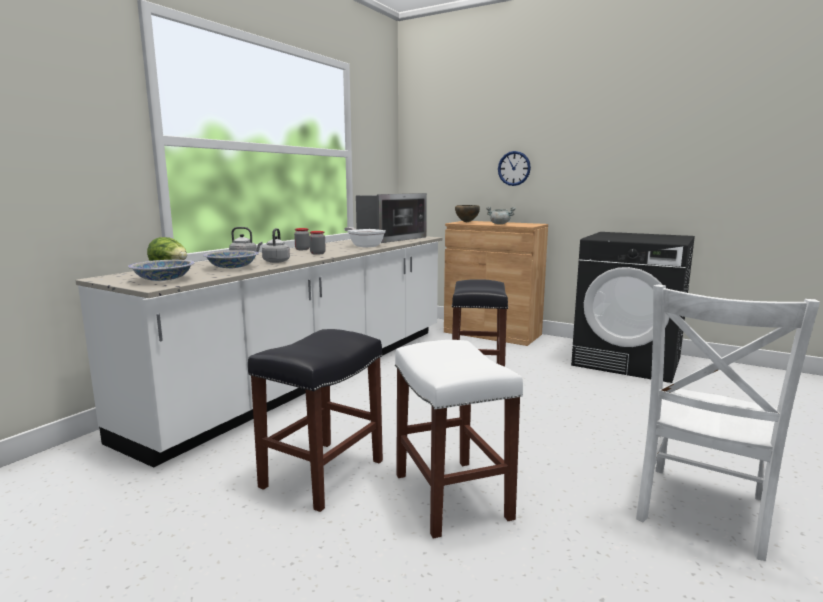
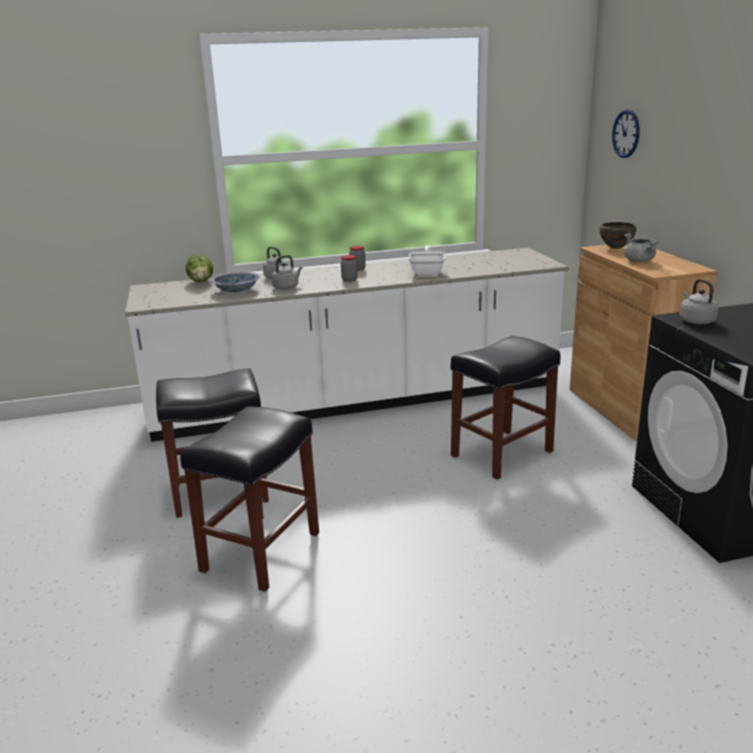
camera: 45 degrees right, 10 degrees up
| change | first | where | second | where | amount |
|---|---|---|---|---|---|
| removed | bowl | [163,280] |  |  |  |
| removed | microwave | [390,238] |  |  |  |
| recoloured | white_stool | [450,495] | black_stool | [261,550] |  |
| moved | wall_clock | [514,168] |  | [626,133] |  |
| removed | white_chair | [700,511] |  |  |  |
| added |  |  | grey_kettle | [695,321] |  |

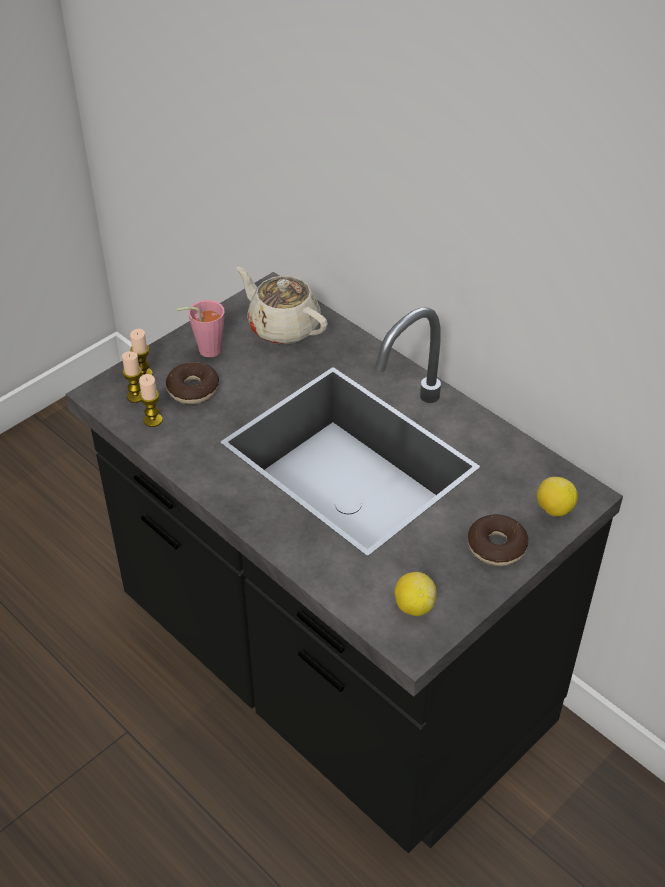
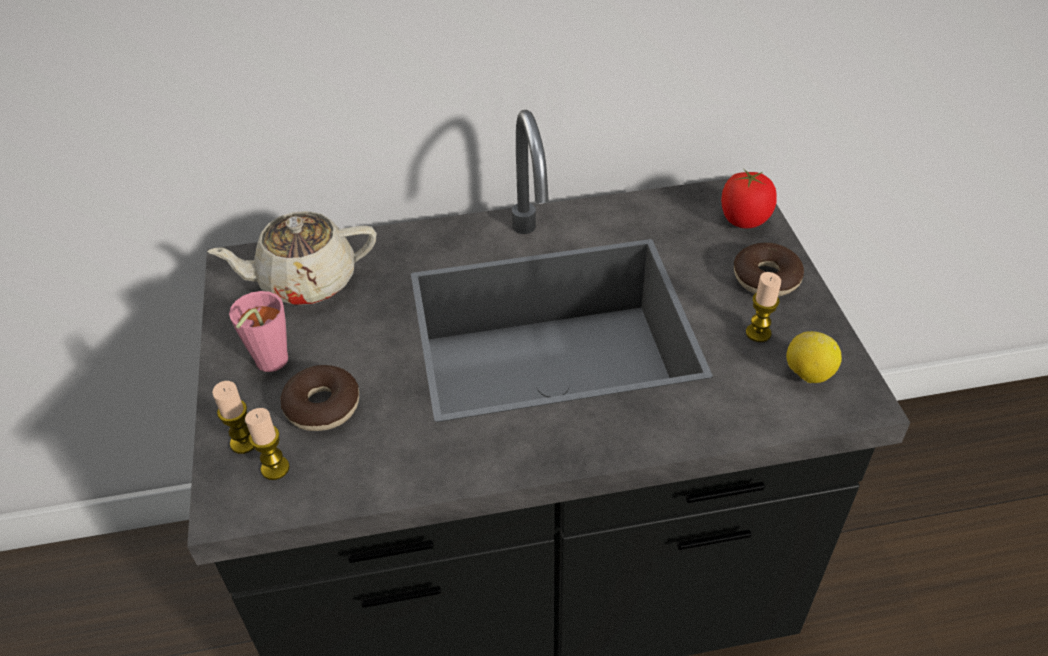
camera: 55 degrees left, 0 degrees up
| change | first | where | second | where | amount |
|---|---|---|---|---|---|
| moved | candle | [153,420] |  | [758,333] |  |
| replaced | lemon | [553,509] | tomato | [744,220] |  |

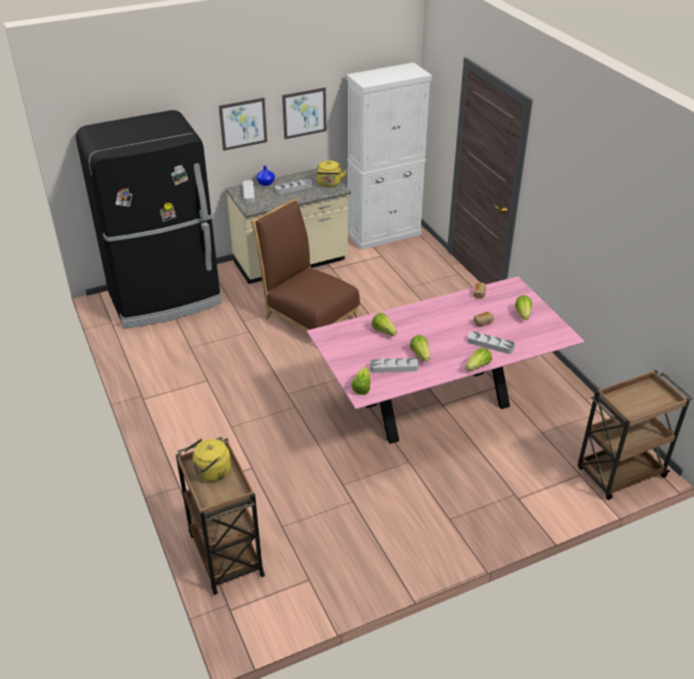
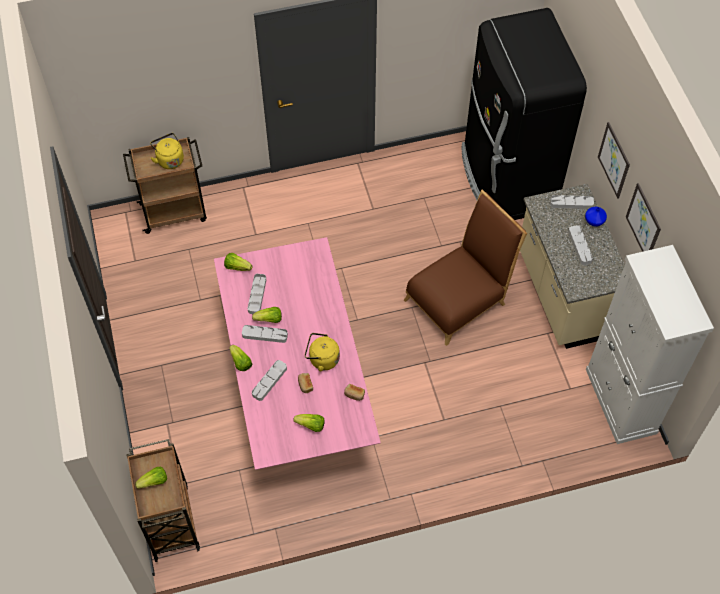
camera: 100 degrees right, 20 degrees up
| change | first | where | second | where | amount |
|---|---|---|---|---|---|
| moved | yellow_kettle | [329,184] |  | [322,359] |  |
| moved | lettuce | [384,331] |  | [154,482] |  |
| added |  |  | grey_tray | [265,335] |  |

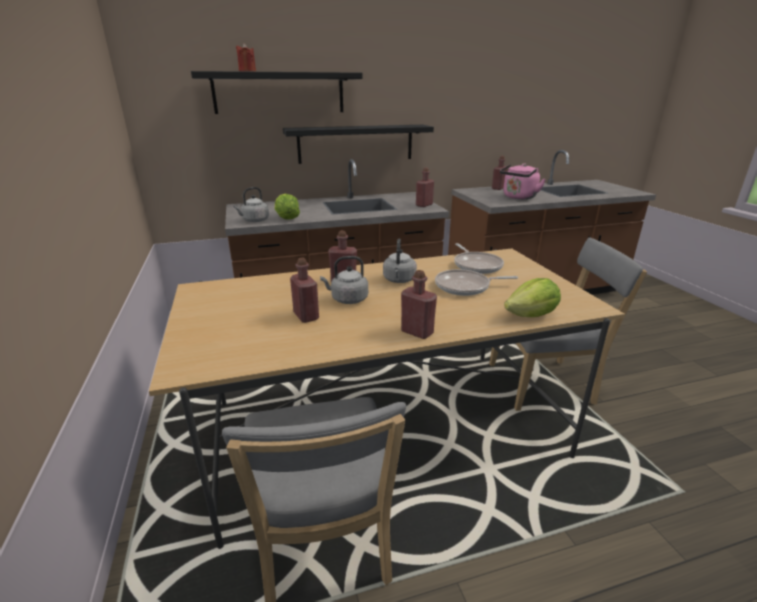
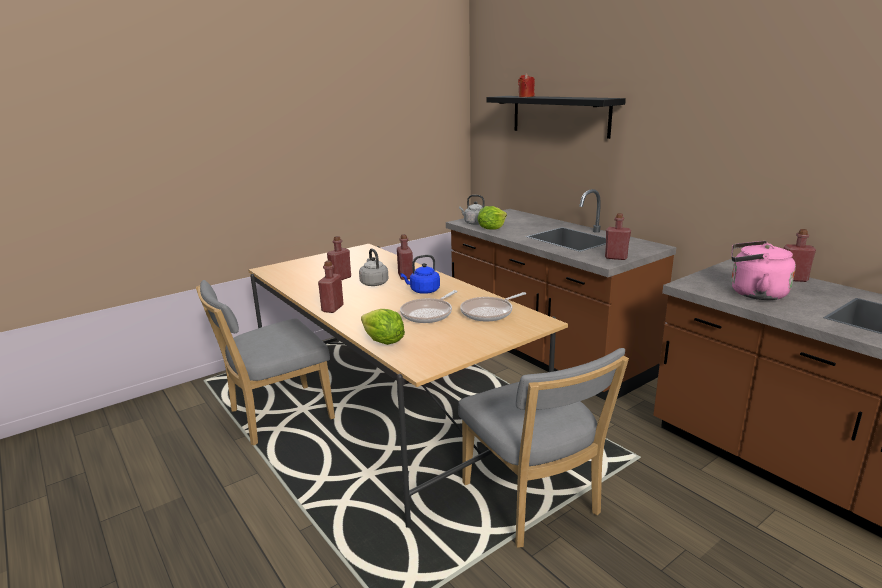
camera: 70 degrees right, 5 degrees down
| change | first | where | second | where | amount |
|---|---|---|---|---|---|
| removed | black_shelf | [356,143] |  |  |  |
| recoloured | grey_kettle | [399,280] | blue_kettle | [423,291] |  |
| turned | frying_pan | [465,287] |  | [428,313] | 120 degrees counterclockwise |

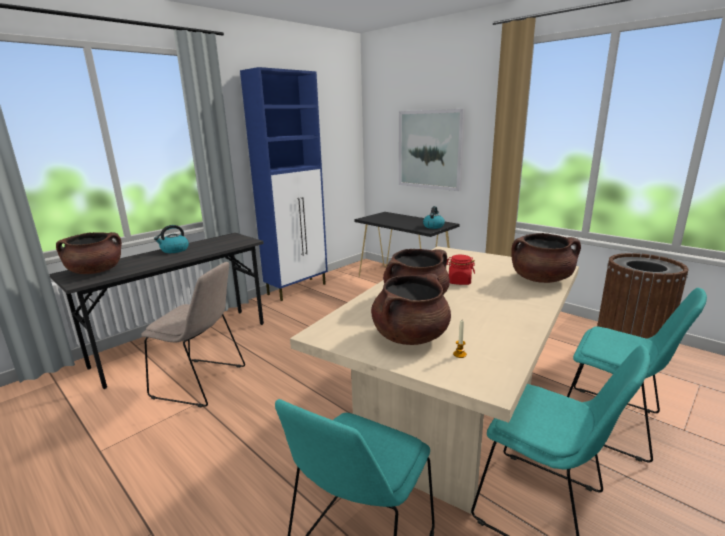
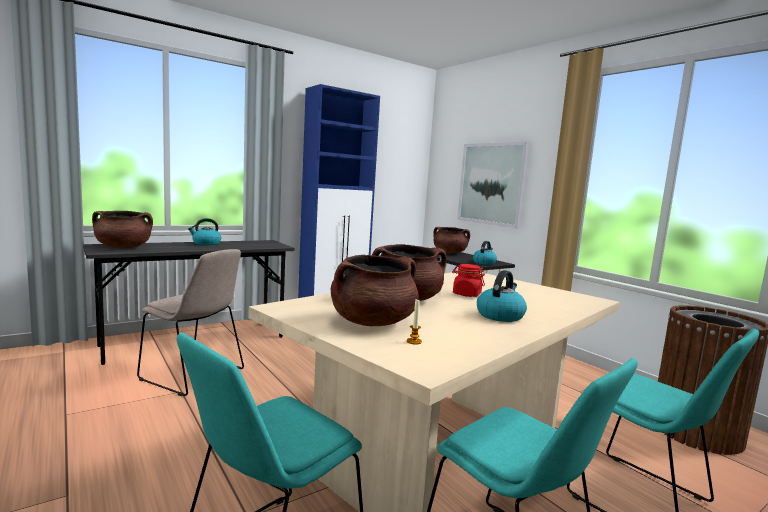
camera: 10 degrees right, 10 degrees down
| change | first | where | second | where | amount |
|---|---|---|---|---|---|
| moved | brown_cooking_pot | [541,279] |  | [449,252] |  |
| added |  |  | kettle | [500,315] |  |

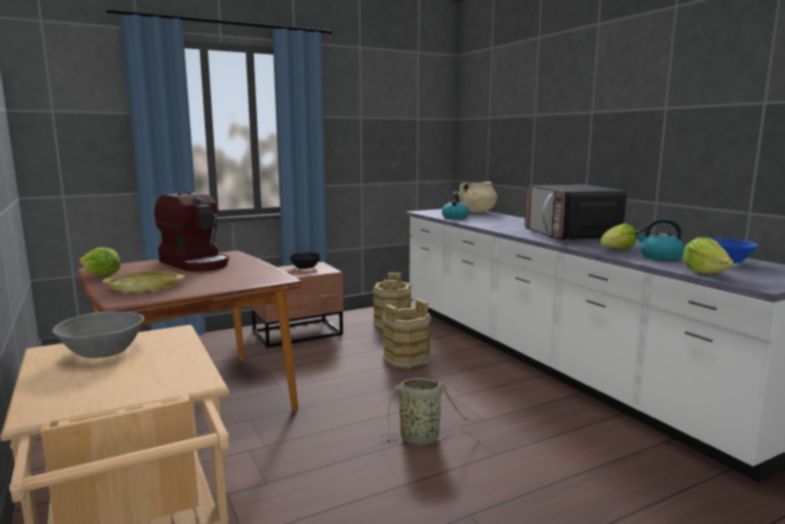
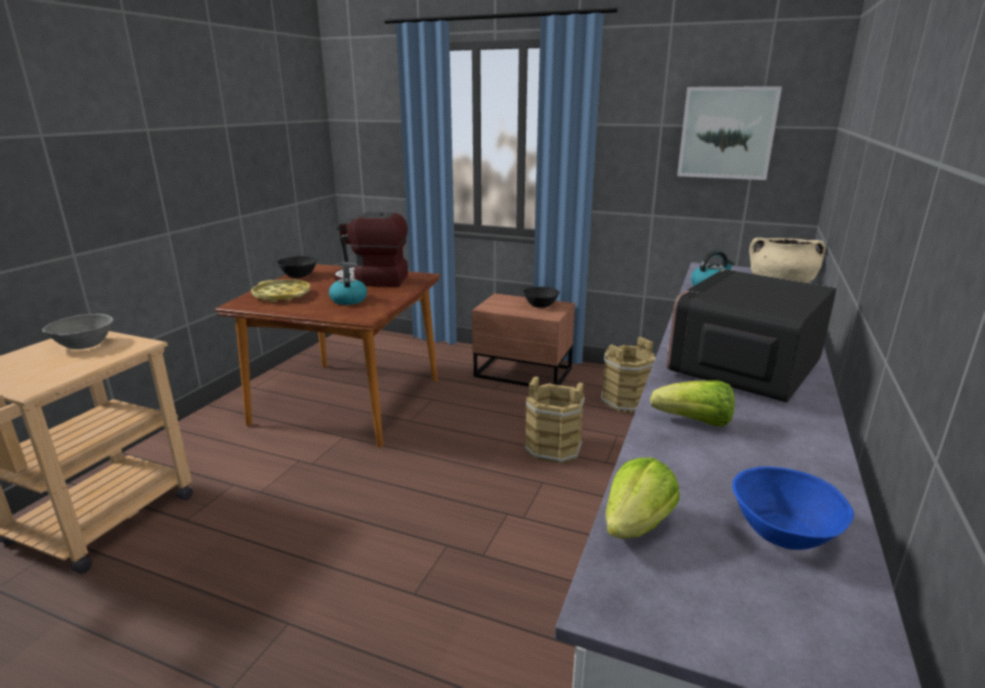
camera: 50 degrees right, 10 degrees up
| change | first | where | second | where | amount |
|---|---|---|---|---|---|
| replaced | lettuce | [101,276] | black_bowl | [298,275] |  |
| turned | coffee_machine | [196,263] |  | [372,280] | 90 degrees clockwise |
| removed | basket | [422,438] |  |  |  |
| moved | kettle | [659,257] |  | [348,300] |  |
| added |  |  | picture | [727,133] |  |

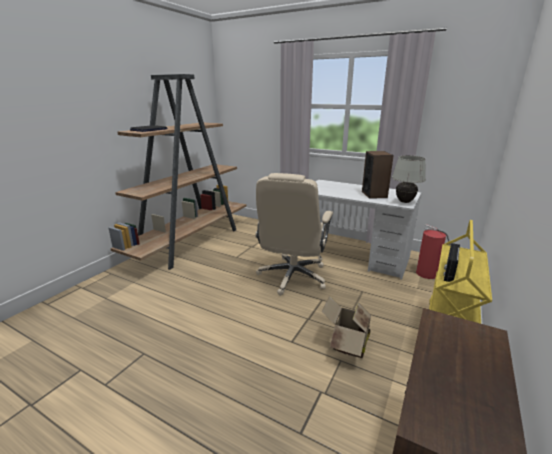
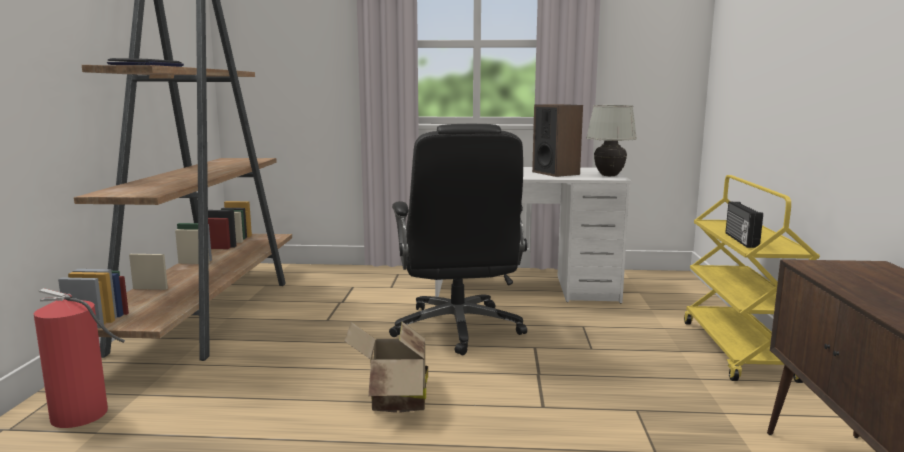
camera: 25 degrees left, 10 degrees down
| change | first | where | second | where | amount |
|---|---|---|---|---|---|
| recoloured | beige_office_chair | [292,277] | black_office_chair | [458,329] |  |
| moved | cardboard_box | [346,345] |  | [393,401] |  |
| moved | fire_extinguisher | [427,274] |  | [81,415] |  |

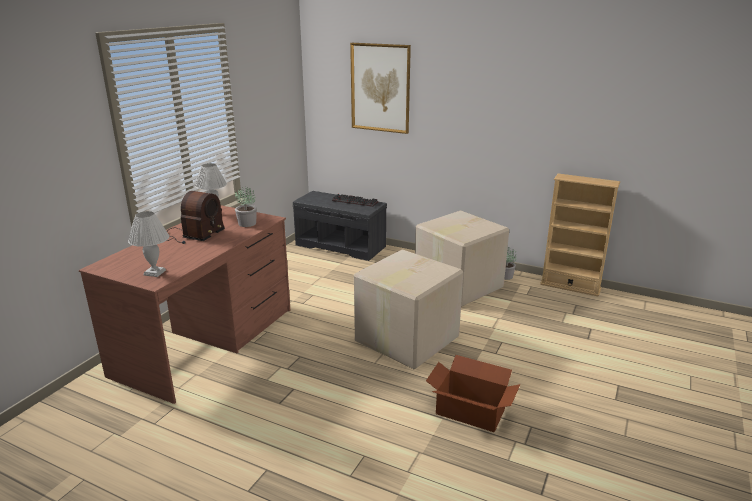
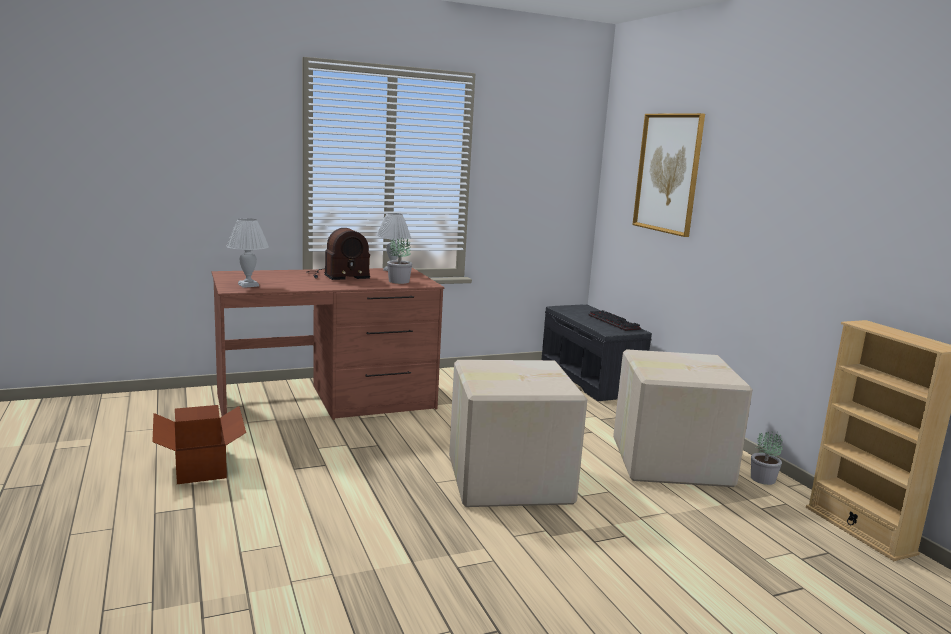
camera: 40 degrees right, 10 degrees down
| change | first | where | second | where | amount |
|---|---|---|---|---|---|
| moved | cardboard_box | [470,411] |  | [201,464] |  |

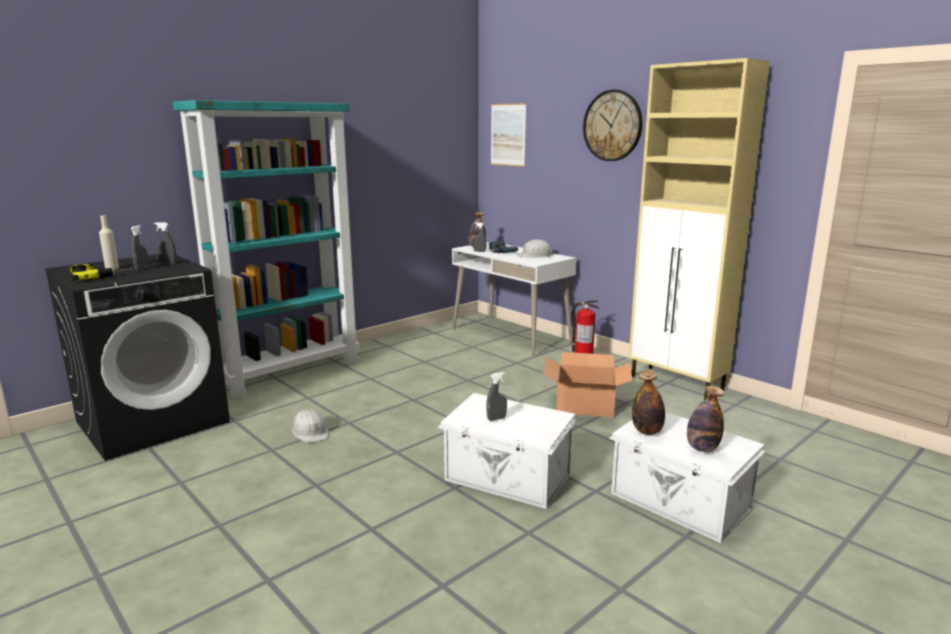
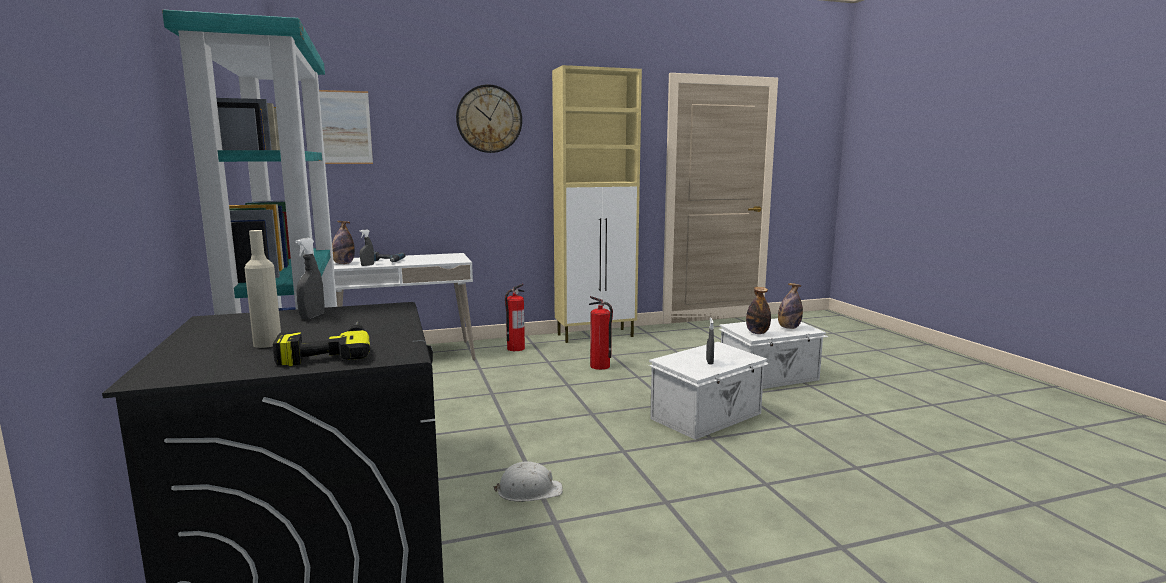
camera: 65 degrees left, 5 degrees down
| change | first | where | second | where | amount |
|---|---|---|---|---|---|
| removed | grey_spray_bottle | [142,268] |  |  |  |
| removed | white_hard_hat | [535,255] |  |  |  |
| replaced | cardboard_box | [584,404] | fire_extinguisher | [600,366] |  |

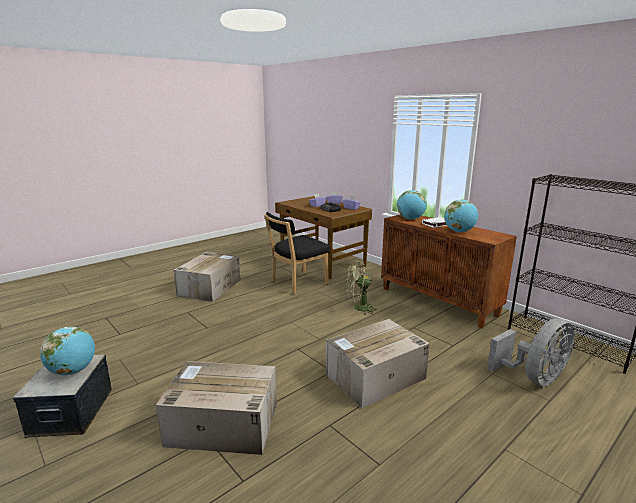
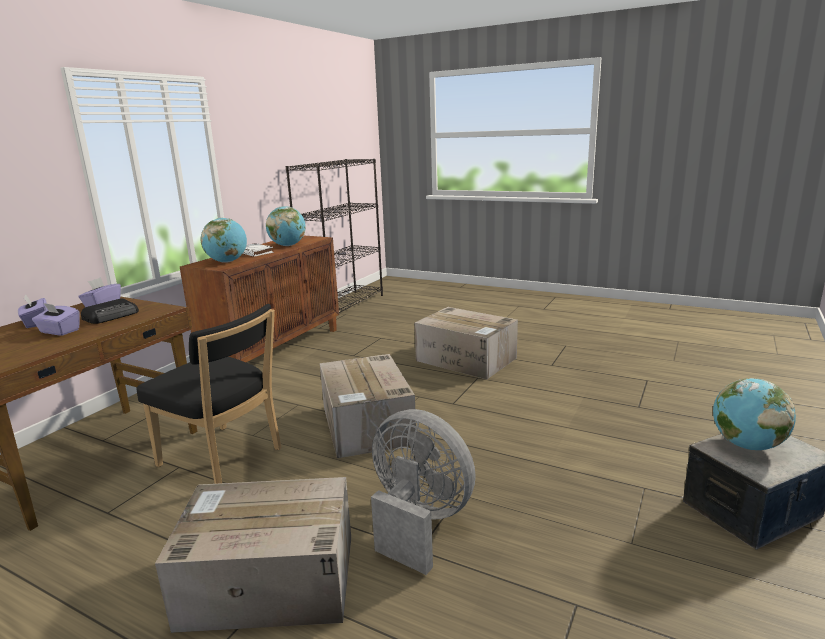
camera: 110 degrees left, 0 degrees up
| change | first | where | second | where | amount |
|---|---|---|---|---|---|
| moved | cardboard_box | [221,424] |  | [367,425] |  |
| removed | green_fan | [358,308] |  |  |  |
| moved | grey_fan | [534,378] |  | [418,522] |  |

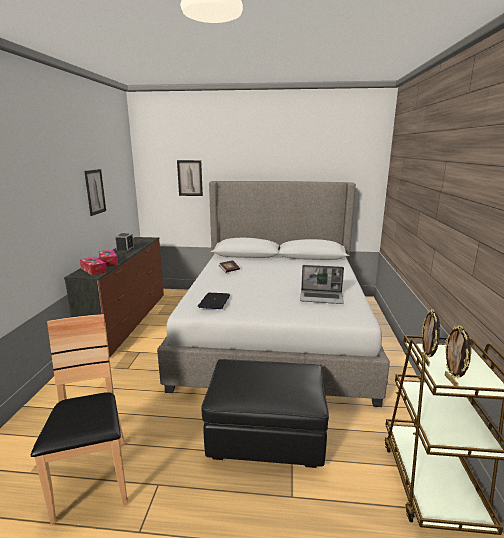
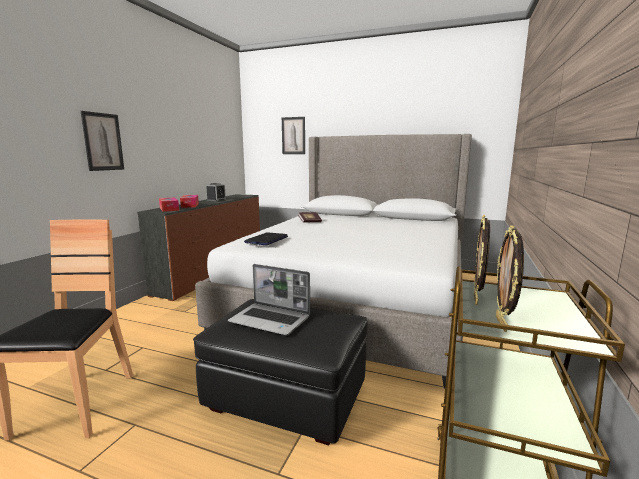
camera: 15 degrees right, 5 degrees down
| change | first | where | second | where | amount |
|---|---|---|---|---|---|
| moved | picture | [95,192] |  | [103,142] |  |
| moved | laptop | [322,298] |  | [271,320] |  |

